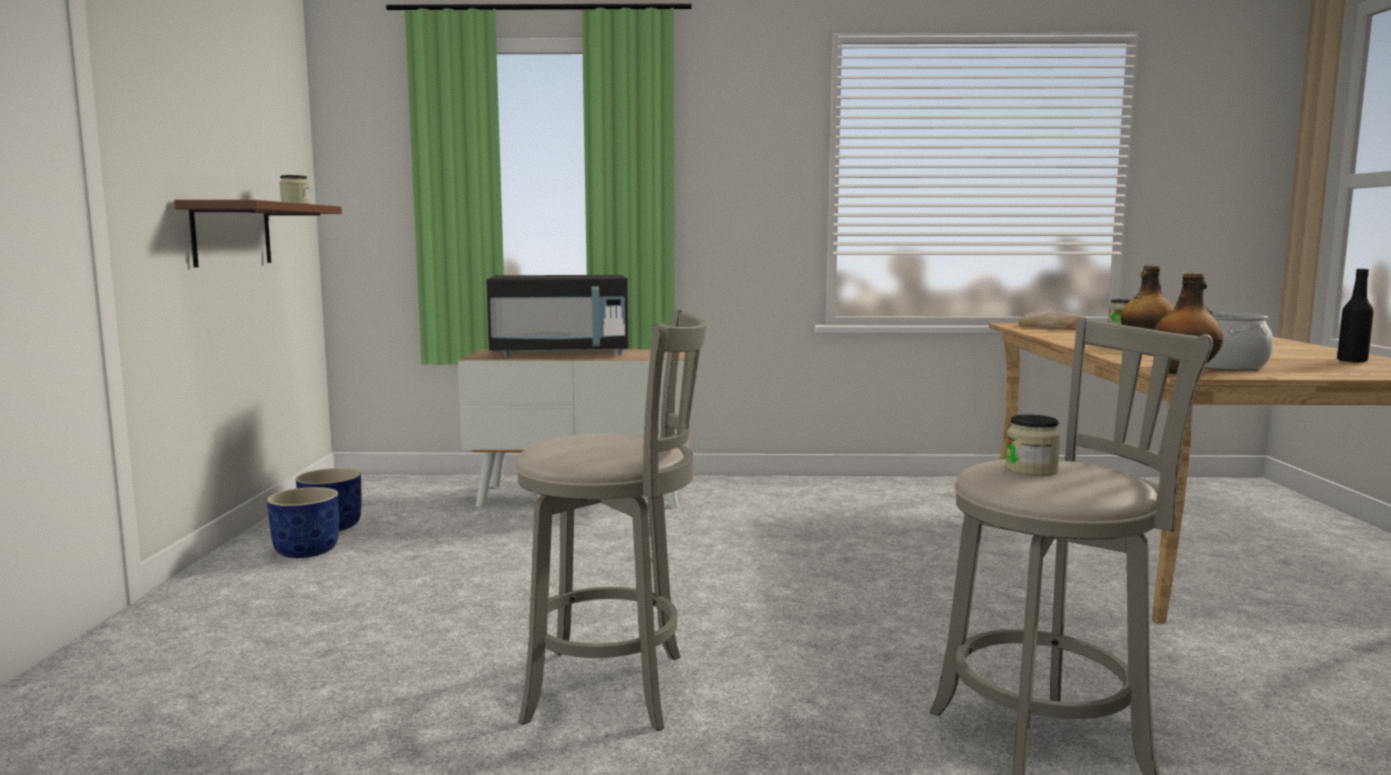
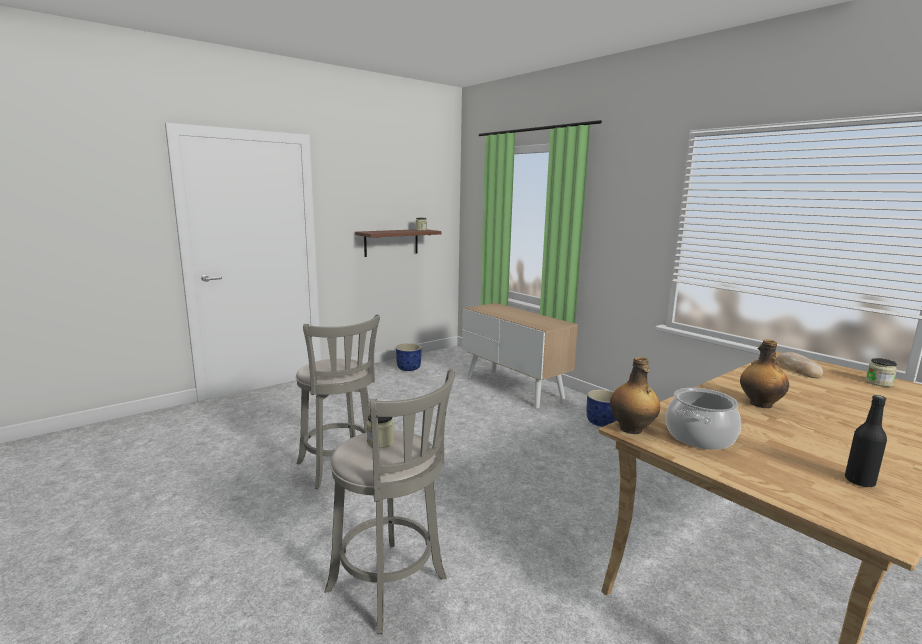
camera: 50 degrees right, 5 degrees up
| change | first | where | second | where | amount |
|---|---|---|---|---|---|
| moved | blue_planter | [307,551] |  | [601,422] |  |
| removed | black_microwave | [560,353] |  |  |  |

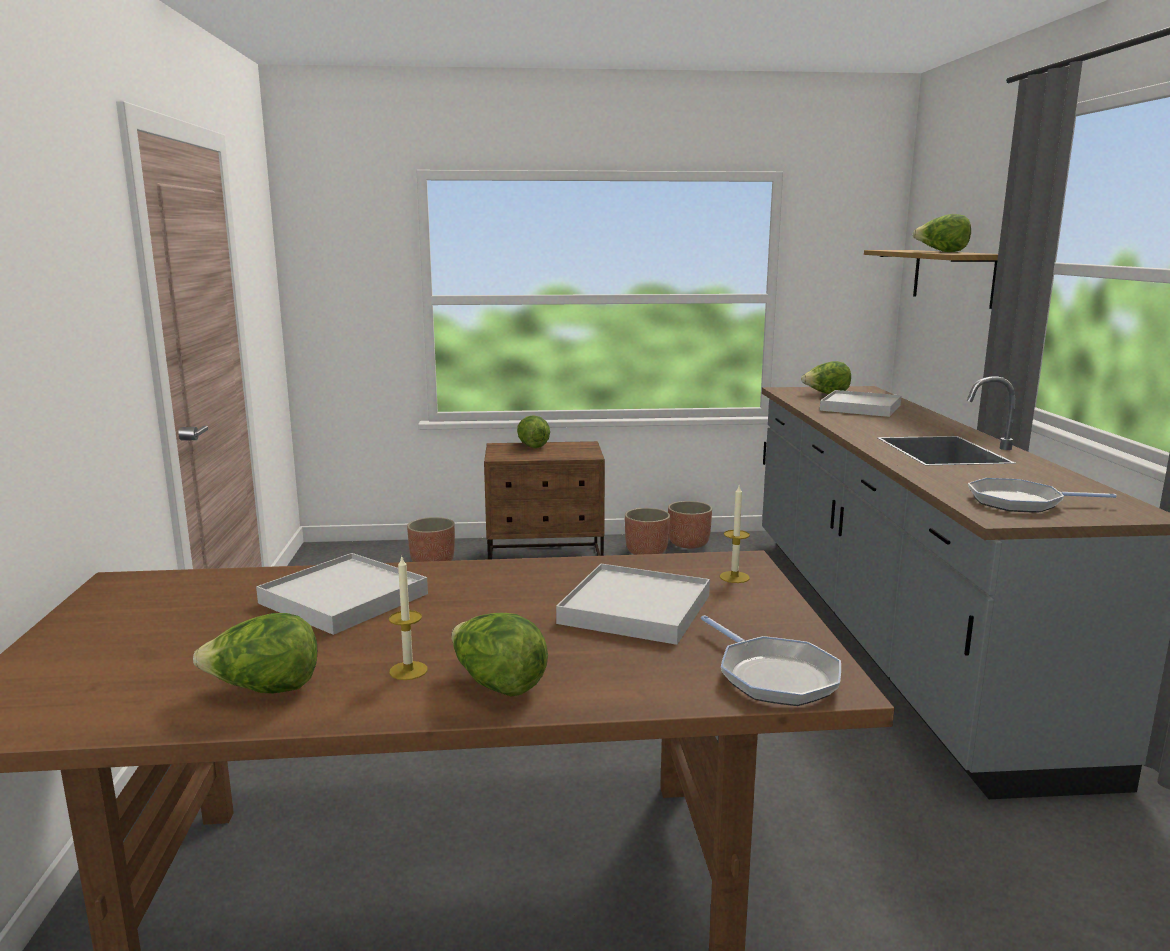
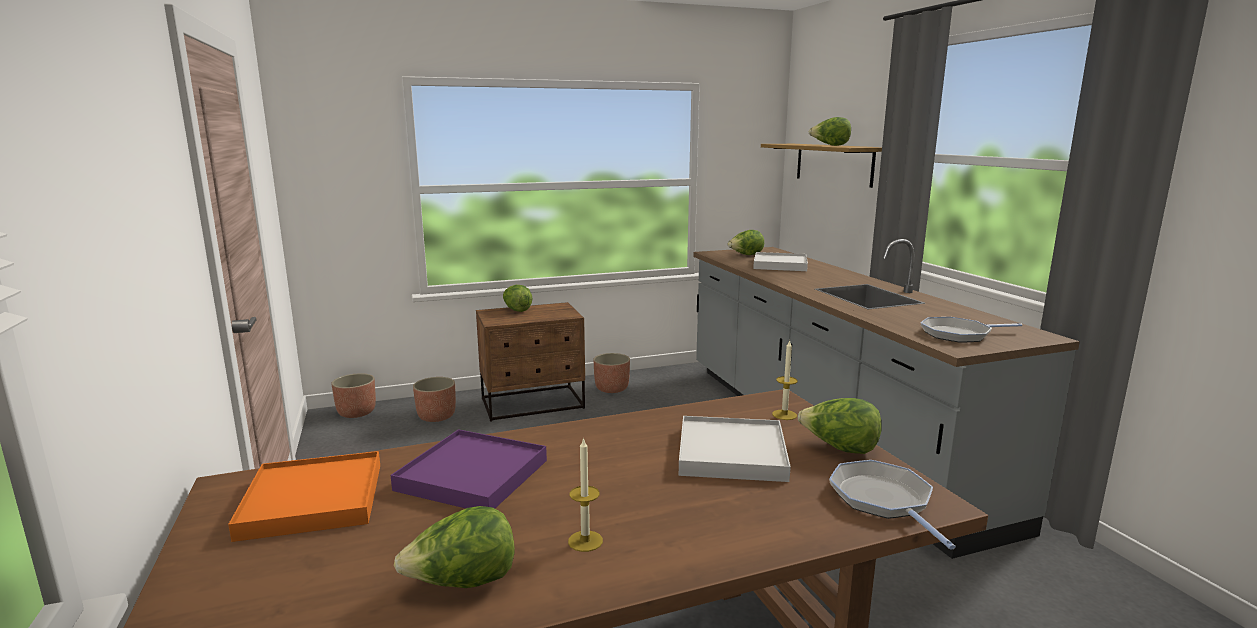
camera: 15 degrees left, 0 degrees up
| change | first | where | second | where | amount |
|---|---|---|---|---|---|
| recoloured | white_tray | [344,598] | purple_tray | [472,475] |  |
| moved | lettuce | [497,685] |  | [839,448] |  |
| moved | planter | [688,543] |  | [356,412] |  |
| turned | frying_pan | [773,676] |  | [883,500] | 150 degrees counterclockwise |
| added |  |  | orange_tray | [313,500] |  |

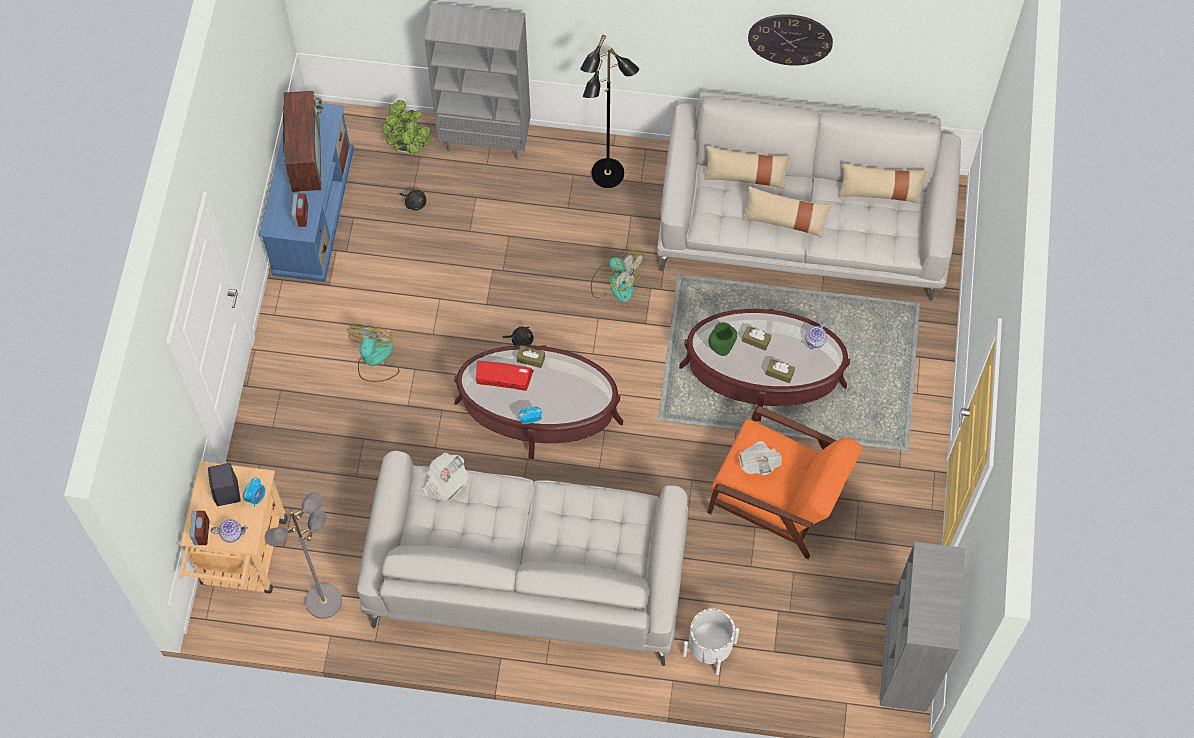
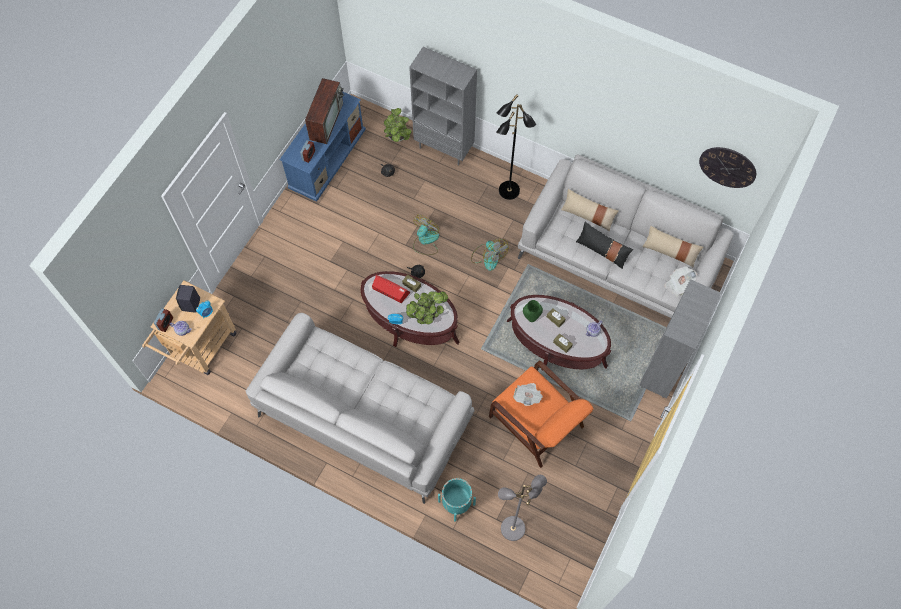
camera: 20 degrees right, 0 degrees up
| change | first | where | second | where | amount |
|---|---|---|---|---|---|
| moved | grey_floor_lamp | [323,600] |  | [512,527] |  |
| moved | fan | [375,360] |  | [425,241] |  |
| moved | newspaper | [445,482] |  | [679,285] |  |
| recoloured | white_planter | [709,648] | turquoise_planter | [456,503] |  |
| recoloured | beige_pillow | [785,220] | black_pillow | [602,251] |  |
| moved | wall_clock | [790,39] |  | [727,167] |  |
| moved | grey_bookcase | [904,669] |  | [662,372] |  |
| added |  |  | potted_plant | [427,315] |  |

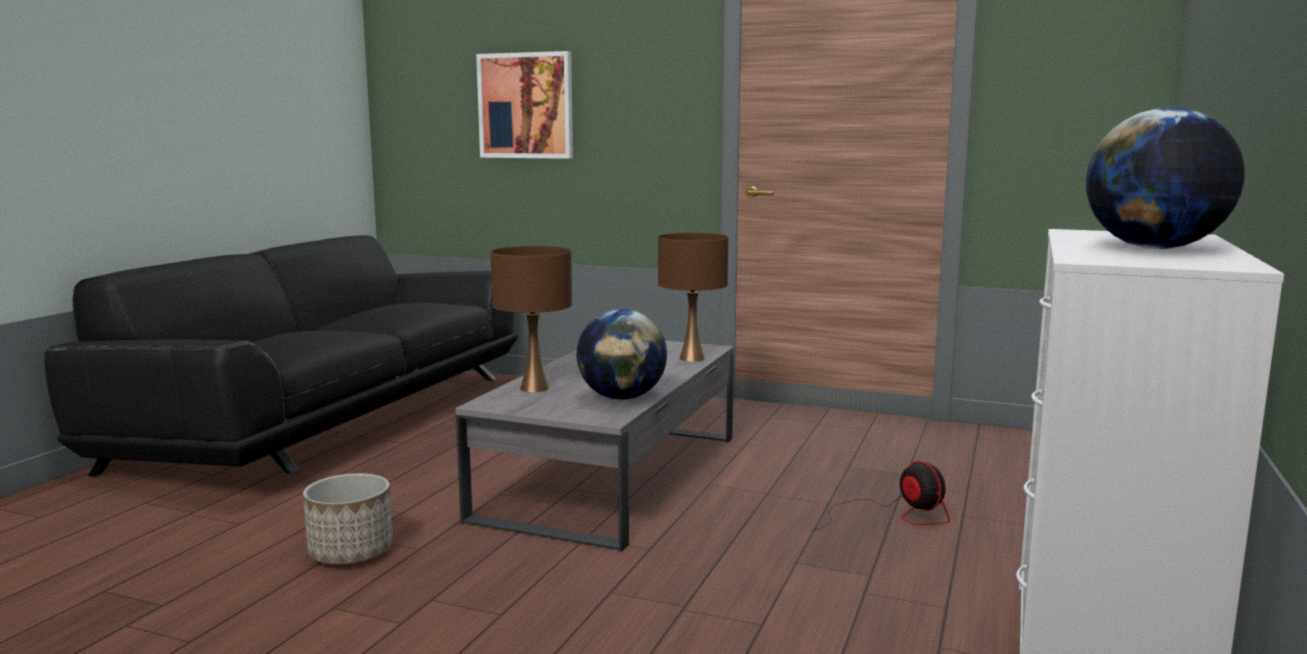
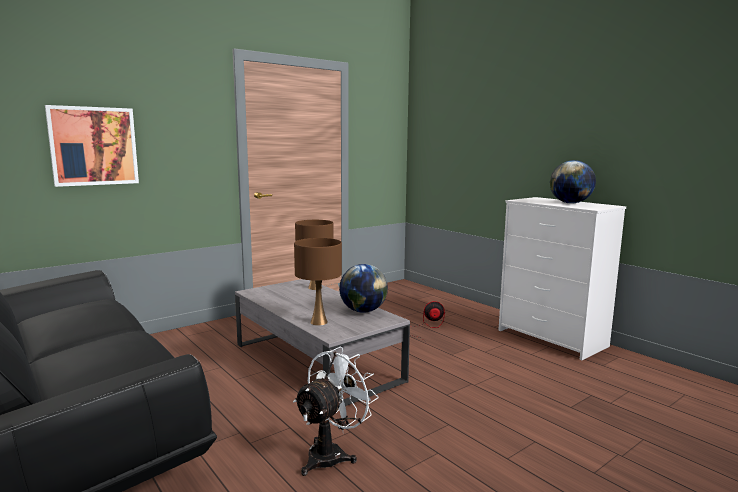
camera: 60 degrees left, 0 degrees up
| change | first | where | second | where | amount |
|---|---|---|---|---|---|
| replaced | planter | [351,552] | white_fan | [332,454] |  |

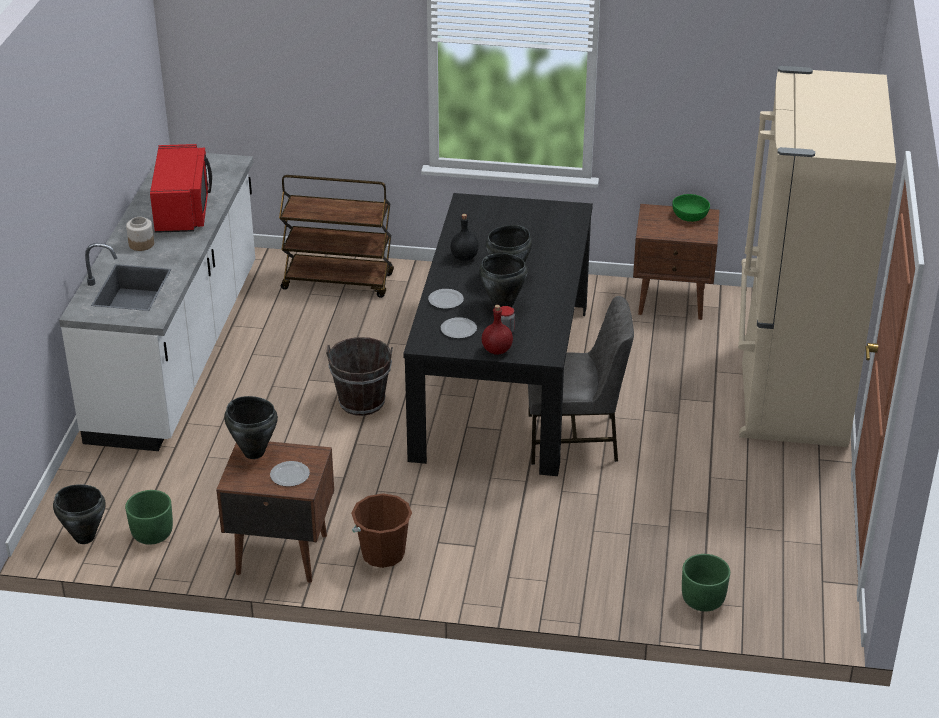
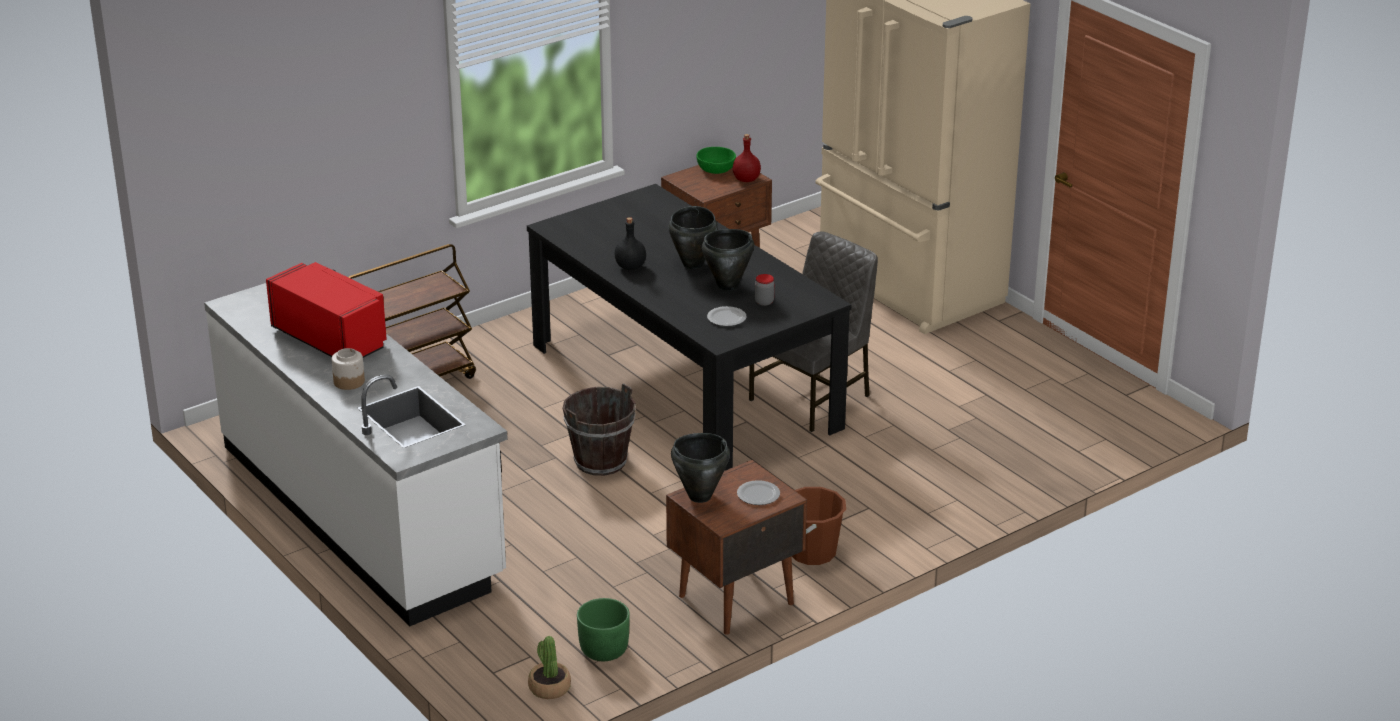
camera: 45 degrees left, 5 degrees down
| change | first | where | second | where | amount |
|---|---|---|---|---|---|
| replaced | black_cooking_pot | [84,537] | potted_plant | [549,688] |  |
| removed | plate | [445,300] |  |  |  |
| moved | red_bottle | [496,350] |  | [746,179] |  |
| removed | green_planter | [703,600] |  |  |  |

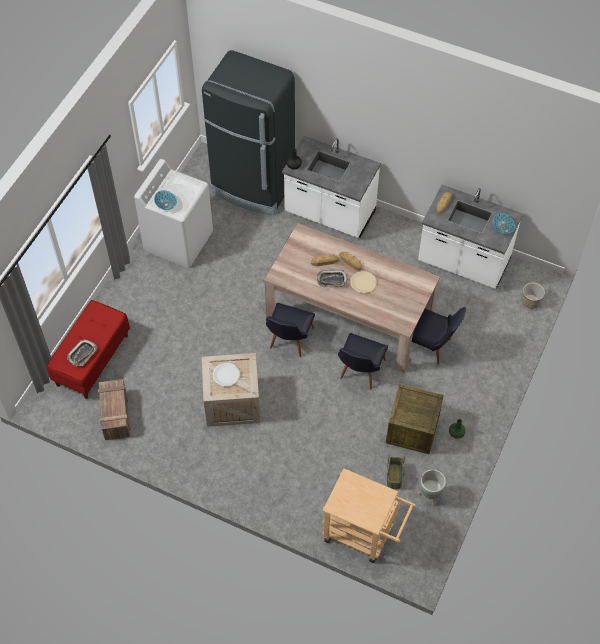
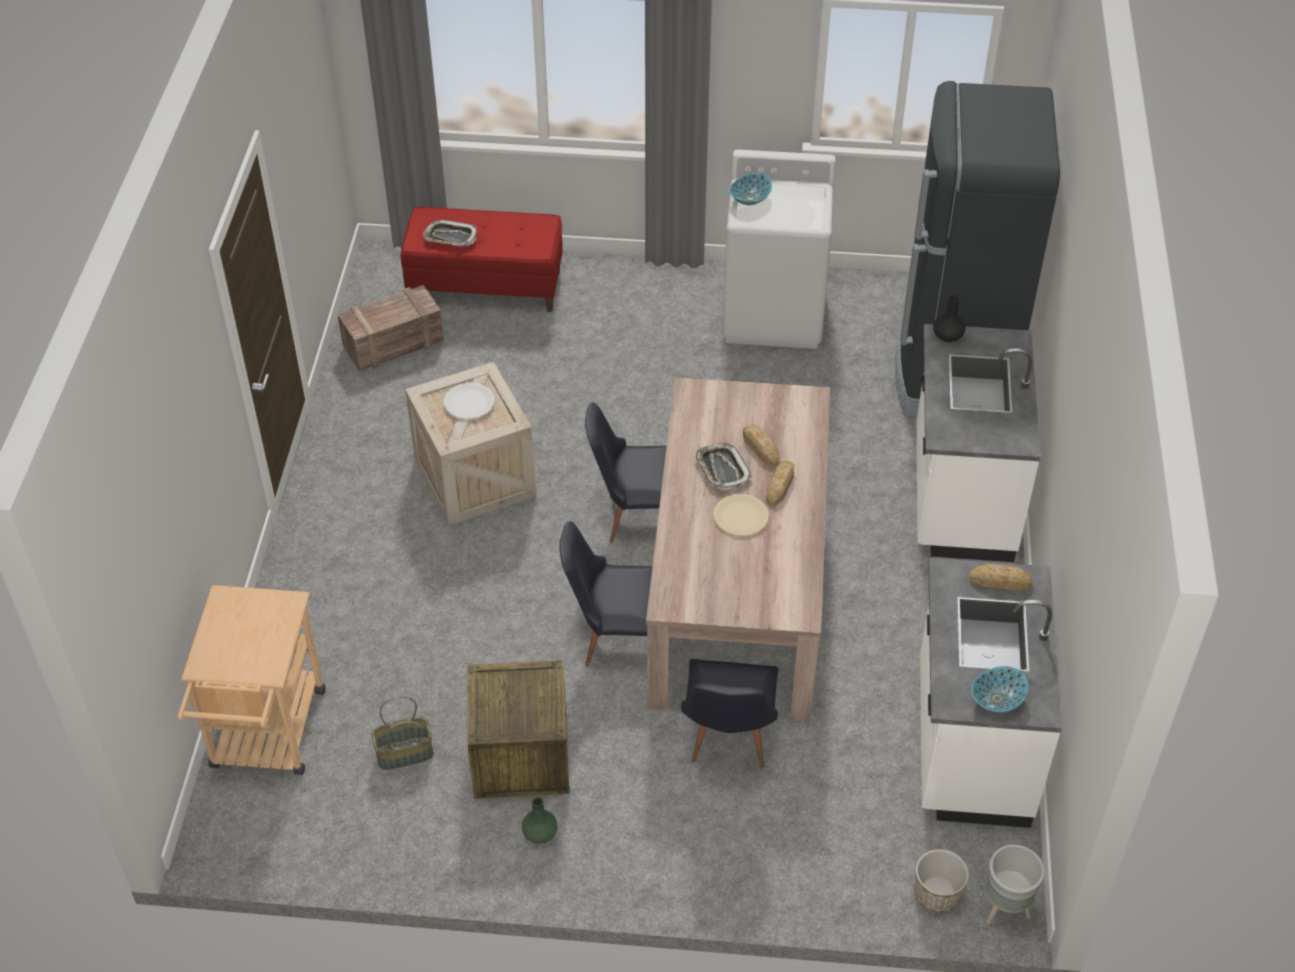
camera: 70 degrees right, 10 degrees down
| change | first | where | second | where | amount |
|---|---|---|---|---|---|
| moved | grey_planter | [429,495] |  | [1005,909] |  |

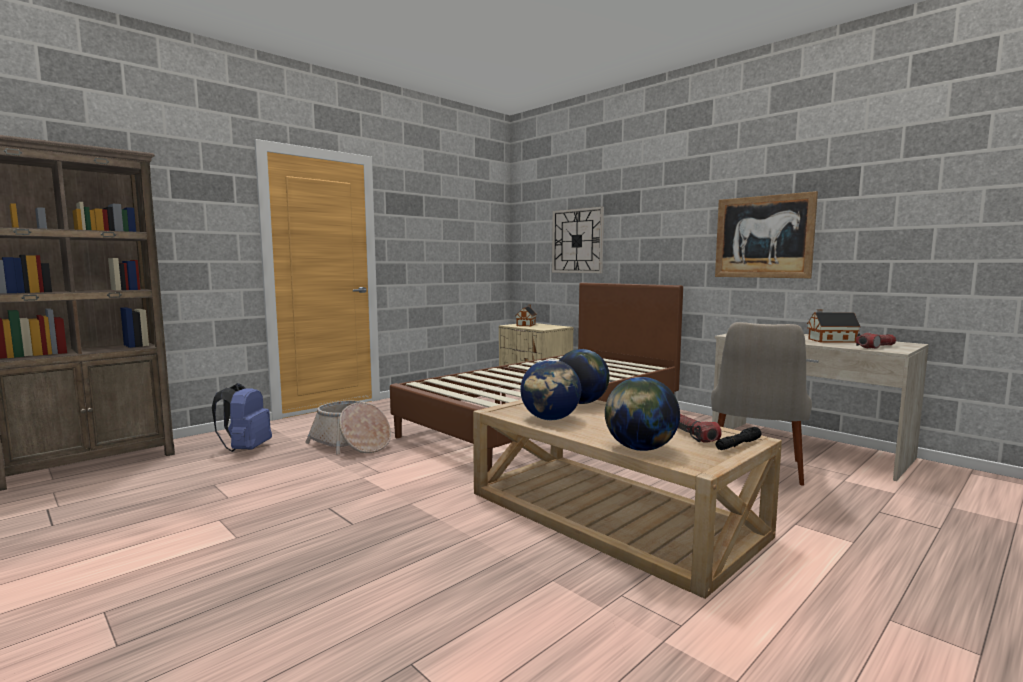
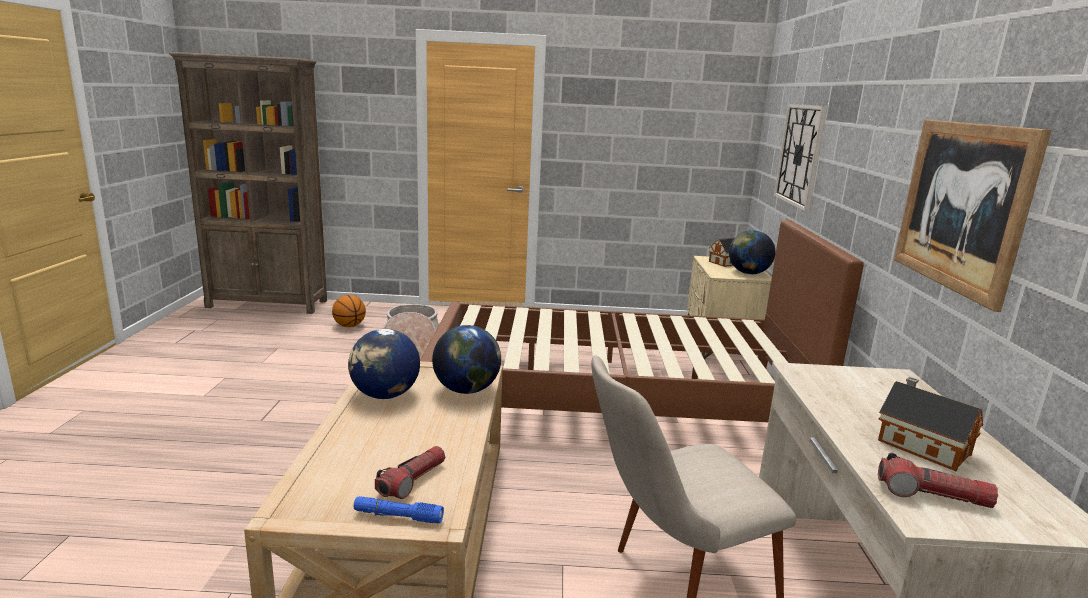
camera: 45 degrees right, 10 degrees up
| change | first | where | second | where | amount |
|---|---|---|---|---|---|
| replaced | blue_backpack | [246,449] | basketball | [349,326] |  |
| moved | globe | [640,448] |  | [748,273] |  |
| recoloured | black_flashlight | [738,445] | blue_flashlight | [398,516] |  |

